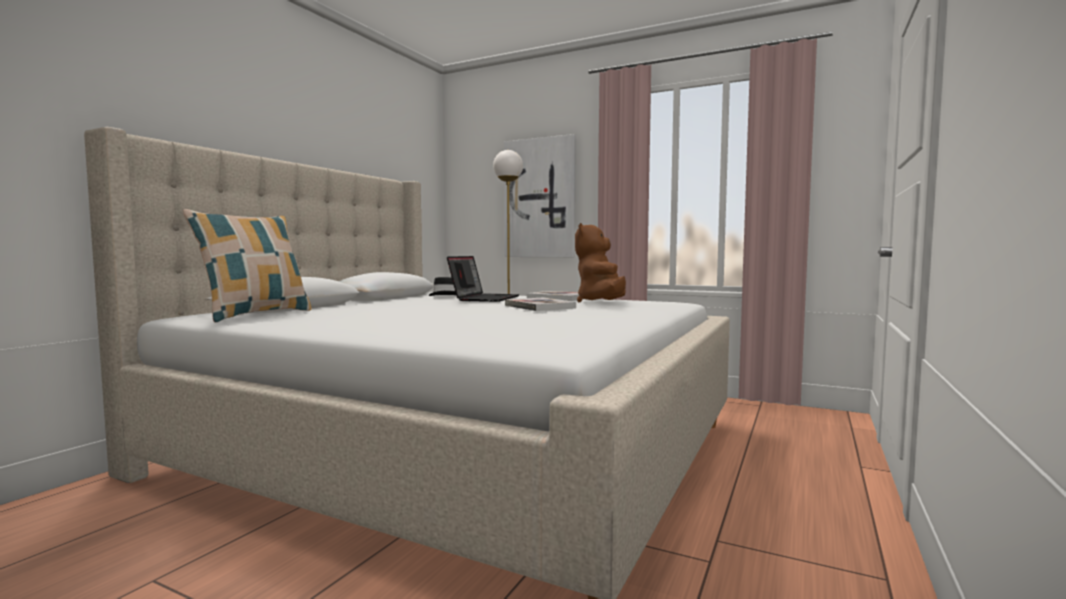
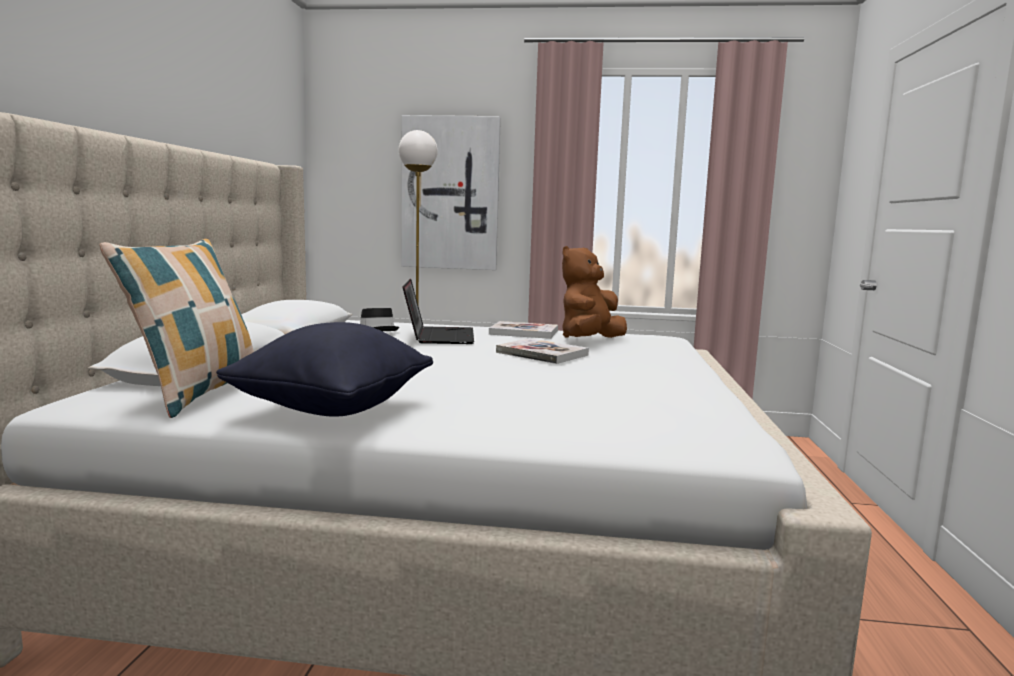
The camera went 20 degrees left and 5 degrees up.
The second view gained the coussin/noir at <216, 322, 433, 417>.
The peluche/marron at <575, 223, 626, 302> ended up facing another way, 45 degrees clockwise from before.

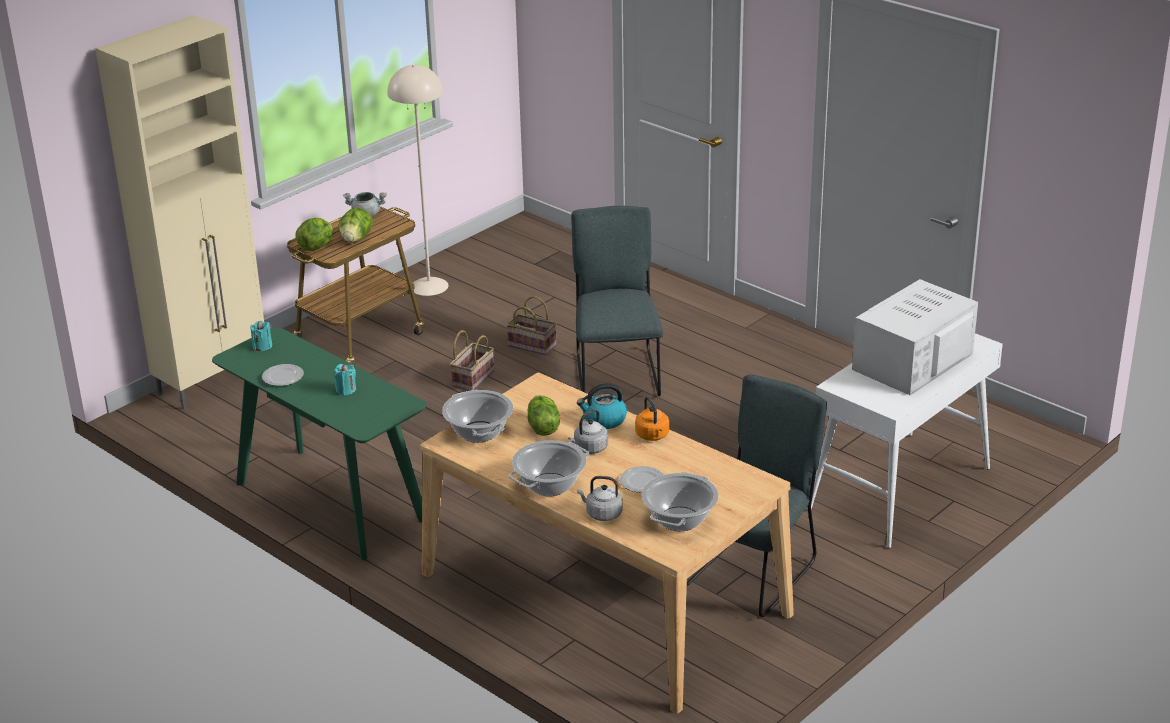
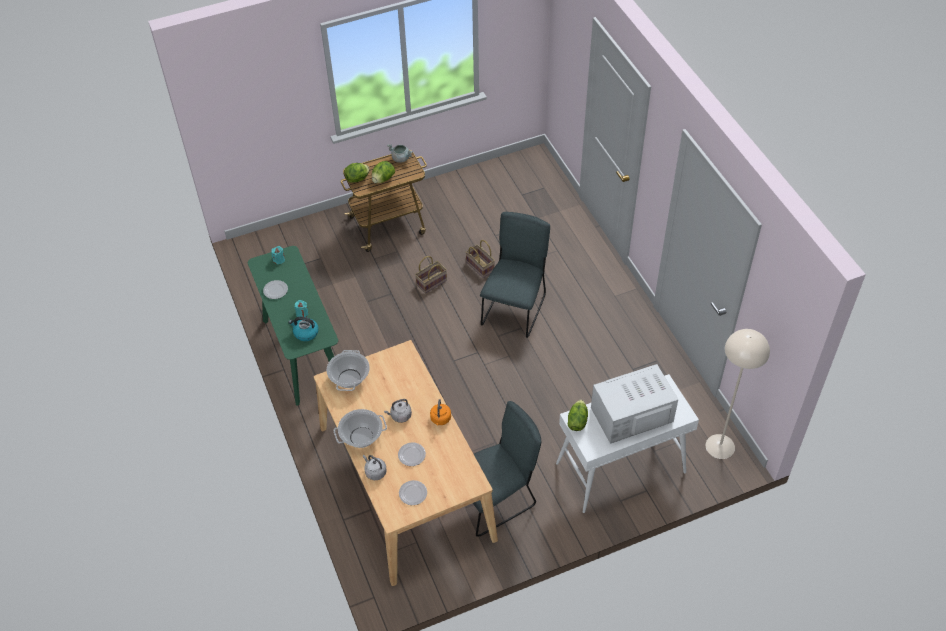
The camera went 25 degrees right and 20 degrees up.
The bouilloire ended up elsewhere, having gone from <577, 383, 627, 429> to <288, 317, 319, 341>.
Where the marmite stood at <641, 472, 718, 531>, the assiette came to stand at <399, 480, 427, 505>.
The laitue ended up elsewhere, having gone from <528, 395, 560, 436> to <568, 400, 588, 431>.
The lampadaire/beige ended up elsewhere, having gone from <387, 65, 449, 296> to <706, 329, 770, 459>.
The second view lost the meuble de rangement/beige at <95, 15, 264, 410>.

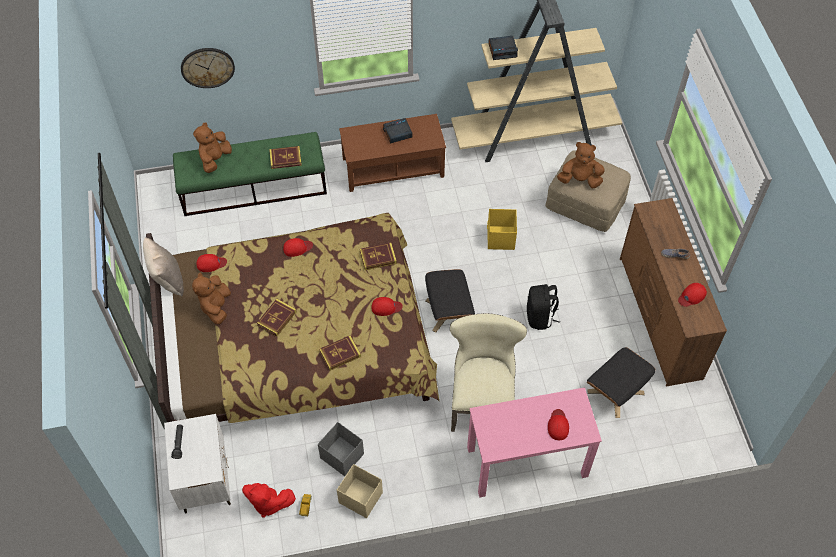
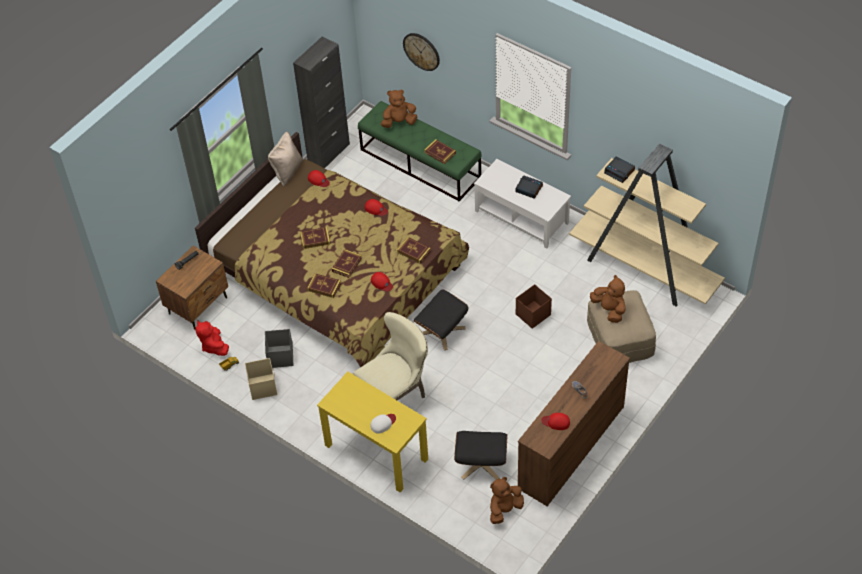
The camera went 50 degrees right and 5 degrees down.
What was the table de chevet/blanc at <164, 414, 231, 513> turned into the table de chevet/marron at <156, 245, 228, 330>.
The second view gained the meuble de rangement/noir at <293, 36, 350, 168>.
What was the bureau/rose at <467, 387, 602, 498> turned into the bureau/jaune at <317, 371, 428, 492>.
The second view gained the livre at <332, 249, 362, 278>.
What was the casquette/rouge at <548, 409, 569, 440> turned into the casquette/blanc at <371, 414, 396, 434>.
What was the table basse/marron at <339, 114, 446, 192> turned into the table basse/blanc at <474, 159, 571, 248>.
The peluche/marron ended up elsewhere, having gone from <192, 273, 231, 324> to <490, 477, 524, 524>.
What was the boîte de rangement/jaune at <487, 209, 517, 250> turned into the boîte de rangement/marron at <516, 284, 552, 329>.
The second view lost the sac à dos/noir at <527, 284, 560, 330>.

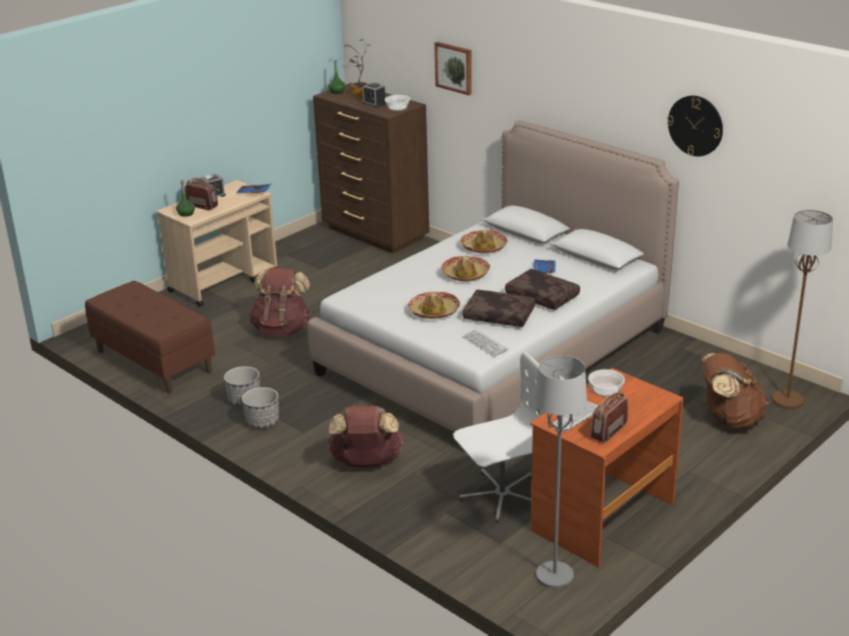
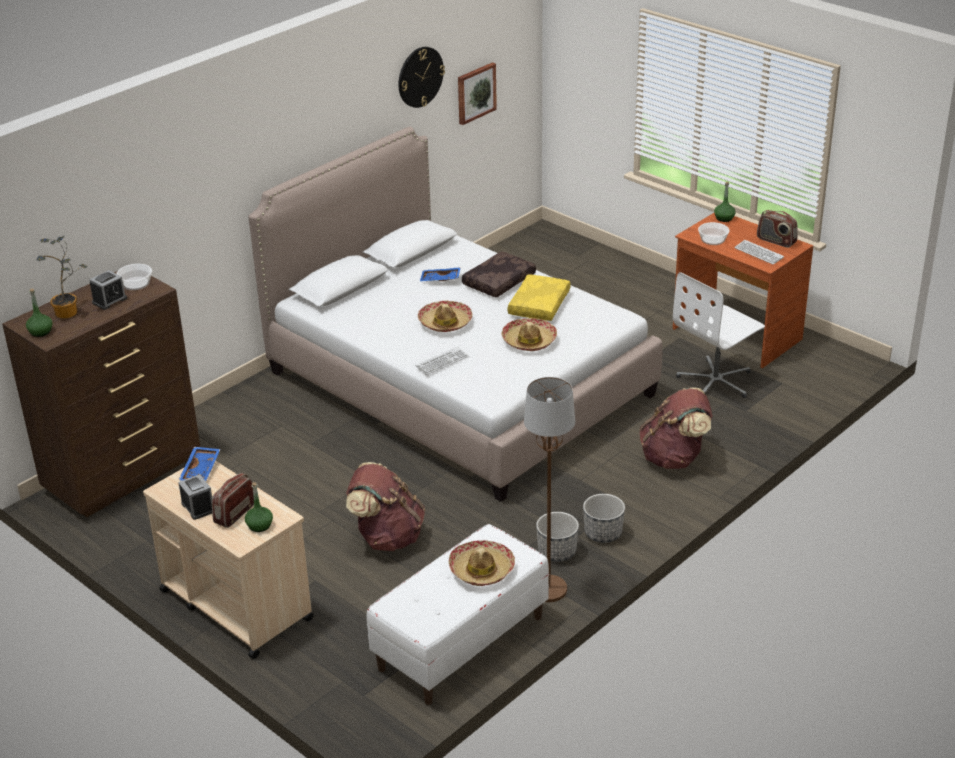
The camera went 90 degrees left and 5 degrees up.
What was the banc/marron at <85, 281, 215, 393> turned into the banc/blanc at <367, 524, 549, 705>.
The clavier ended up elsewhere, having gone from <462, 329, 508, 357> to <415, 346, 469, 375>.
The chapeau ended up elsewhere, having gone from <460, 230, 508, 253> to <449, 540, 515, 586>.
The tableau ended up elsewhere, having gone from <435, 42, 472, 95> to <458, 62, 497, 125>.
What was the coussin/marron at <463, 290, 535, 327> turned into the coussin/jaune at <507, 274, 571, 321>.
The lampadaire/marron ended up elsewhere, having gone from <772, 210, 833, 409> to <524, 377, 575, 602>.
The chaise de bureau/blanc at <453, 352, 545, 523> ended up facing another way, 105 degrees counterclockwise from before.
The second view gained the bouteille/vert at <714, 182, 736, 222>.
The second view lost the lampadaire/gris at <535, 356, 587, 589>.
The second view lost the sac à dos/marron at <702, 353, 768, 428>.

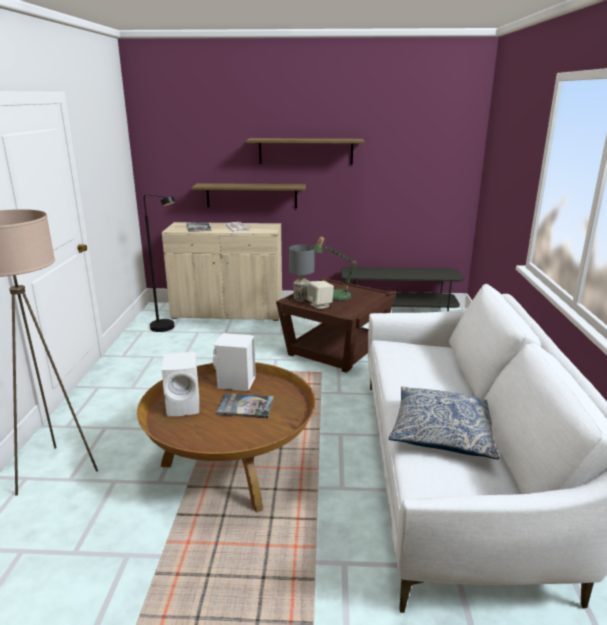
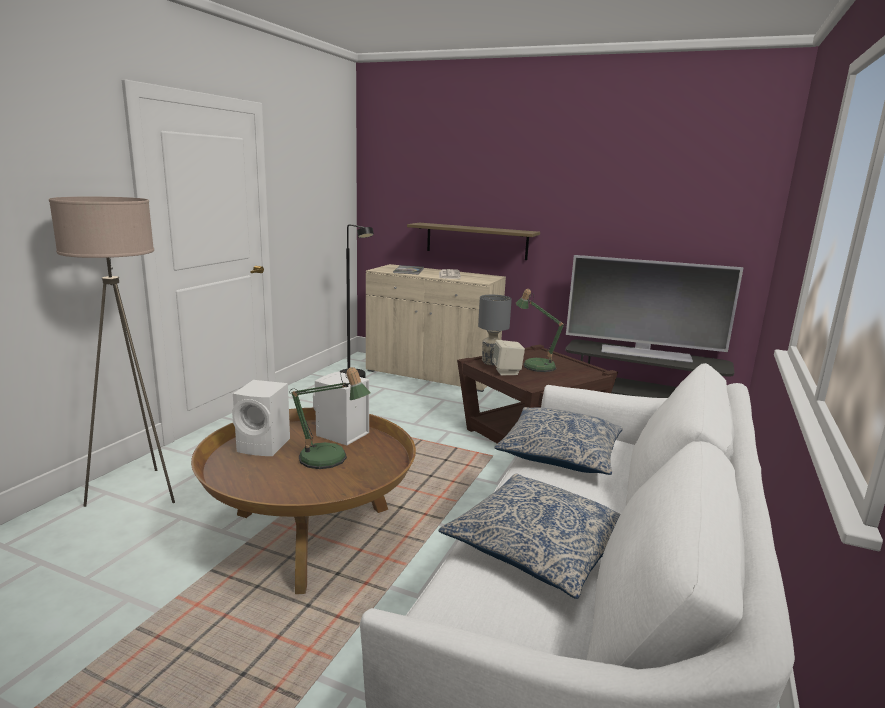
The camera went 20 degrees right and 5 degrees down.
Where the livre stood at <216, 393, 274, 418>, the lampe de table came to stand at <289, 367, 371, 469>.
The second view gained the coussin at <494, 407, 623, 475>.
The second view gained the téléviseur at <566, 255, 744, 363>.
The second view lost the étagère at <246, 138, 364, 165>.

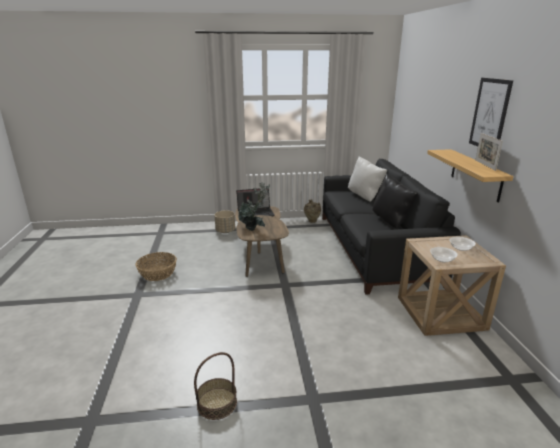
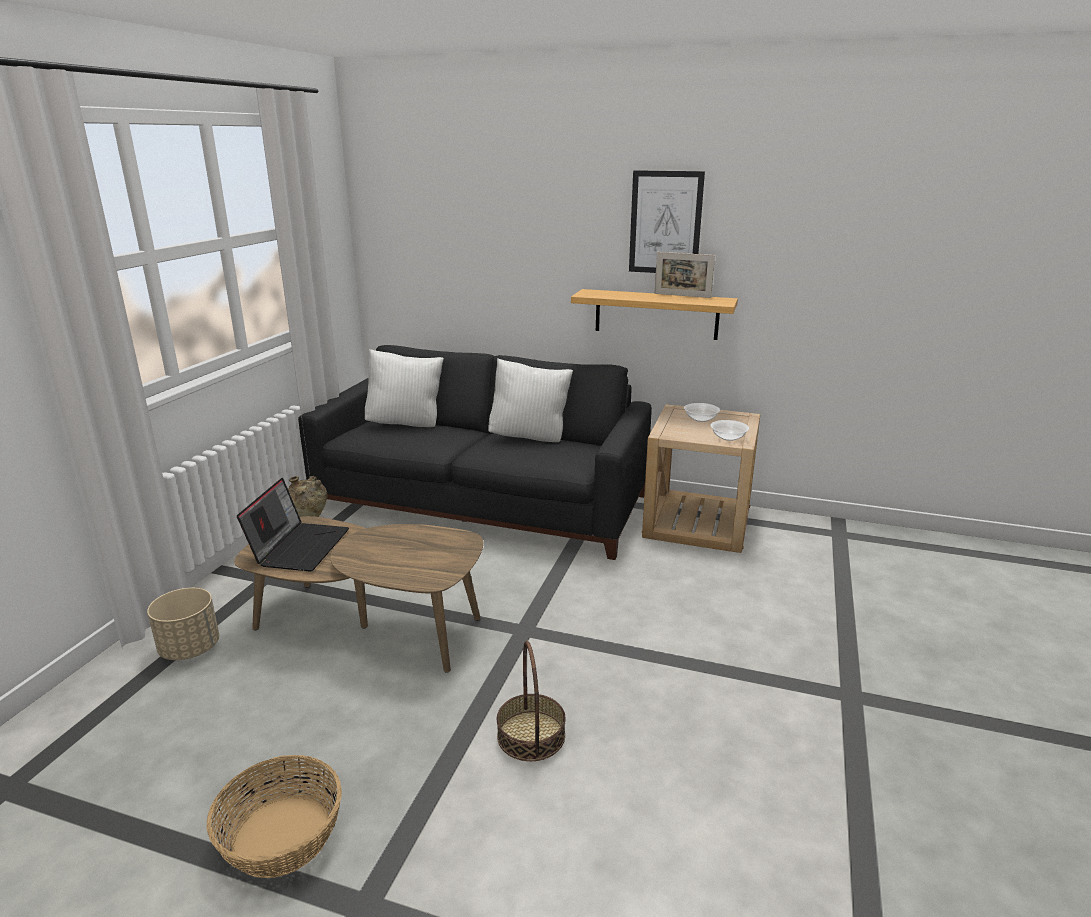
The camera went 65 degrees left and 0 degrees up.
What was the coussin/noir at <372, 174, 418, 229> turned into the coussin/blanc at <488, 358, 573, 442>.
The panier ended up elsewhere, having gone from <194, 352, 237, 420> to <497, 641, 566, 761>.
The second view lost the plante en pot at <238, 183, 270, 231>.

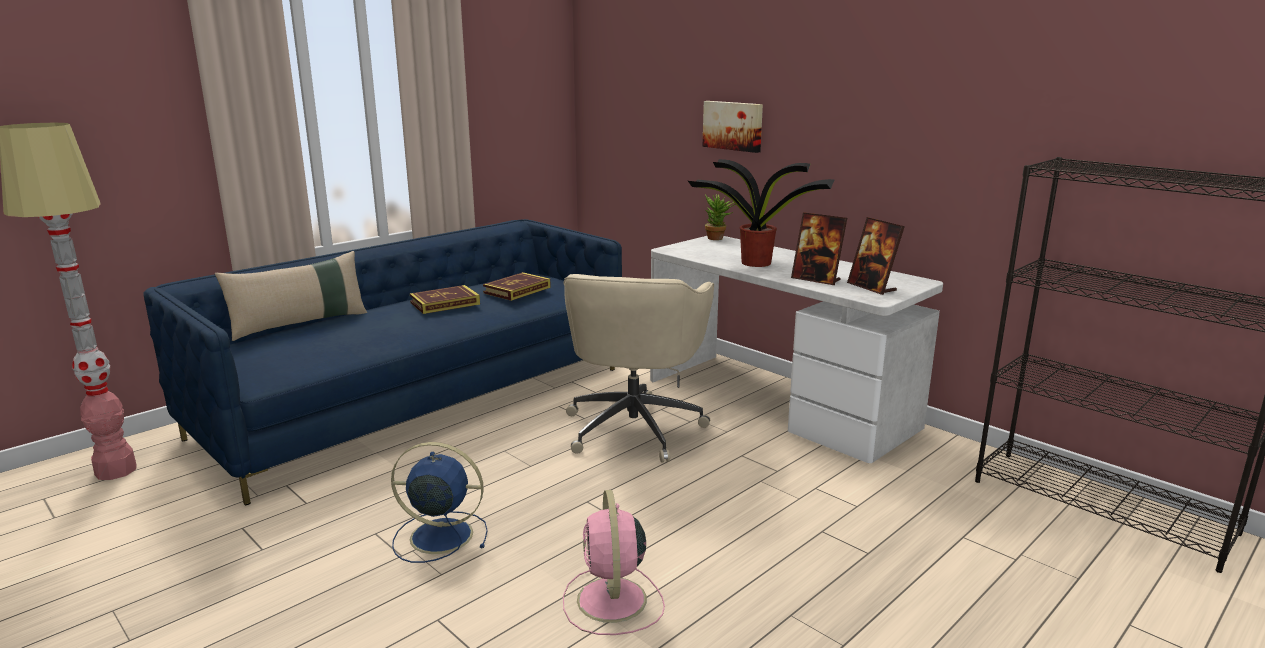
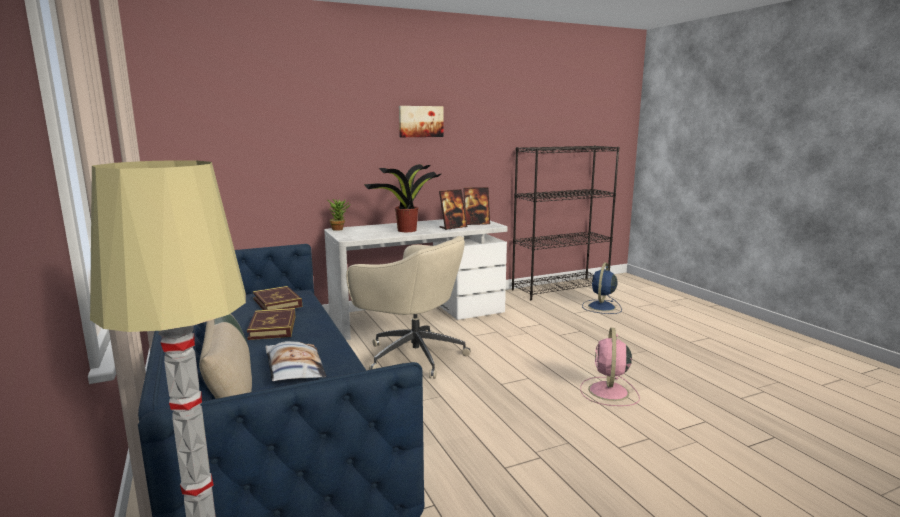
The camera went 70 degrees left and 5 degrees down.
The second view gained the coussin at <266, 341, 326, 381>.
The tableau ended up elsewhere, having gone from <702, 101, 763, 153> to <399, 106, 444, 137>.
The ventilateur/rose at <563, 490, 665, 635> ended up facing another way, 90 degrees clockwise from before.
The ventilateur/bleu ended up elsewhere, having gone from <391, 442, 488, 563> to <582, 263, 622, 314>.

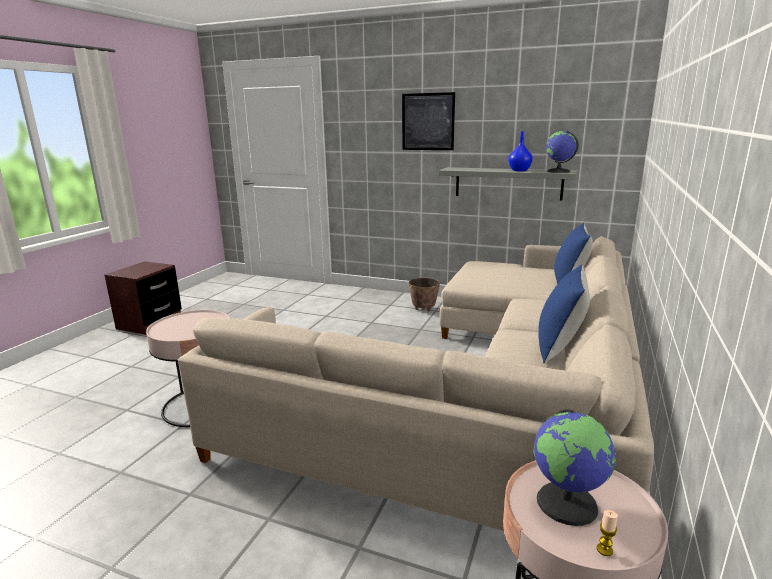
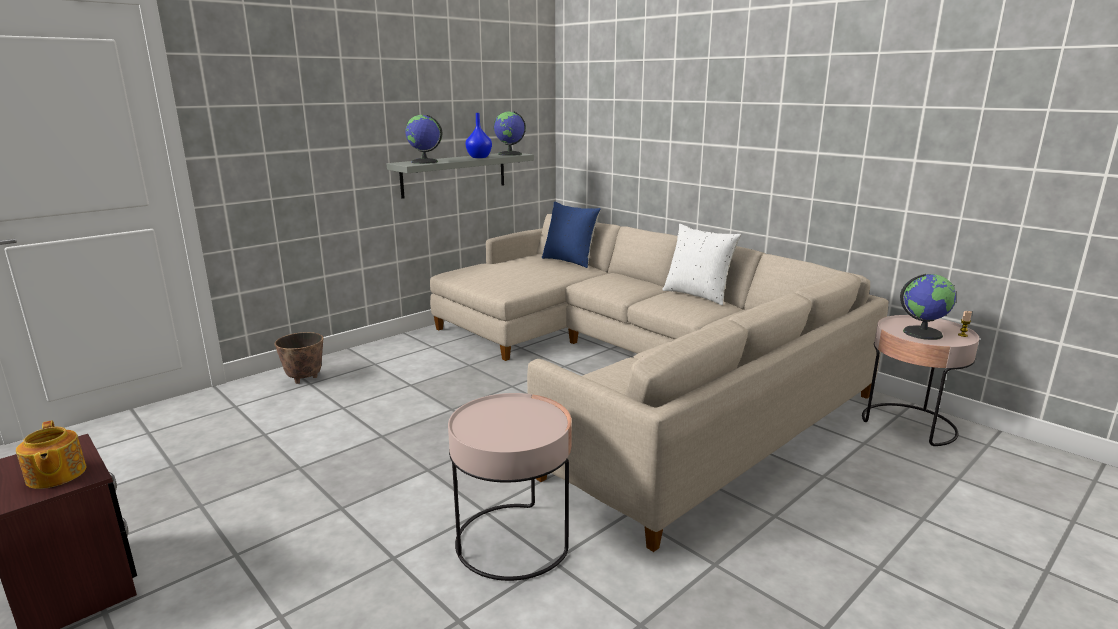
The camera went 65 degrees left and 0 degrees up.
The second view gained the théière at <16, 421, 86, 489>.
The cache-pot ended up elsewhere, having gone from <409, 278, 440, 311> to <274, 332, 323, 384>.
The second view gained the globe at <405, 115, 442, 164>.
What was the coussin/bleu at <538, 265, 590, 364> turned into the coussin/blanc at <662, 224, 741, 305>.
The second view lost the tableau at <402, 92, 455, 150>.

